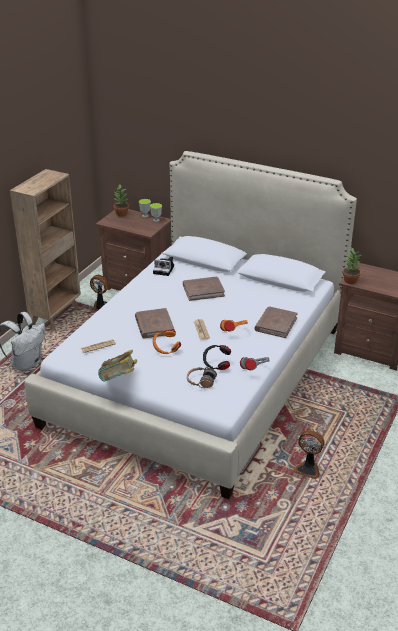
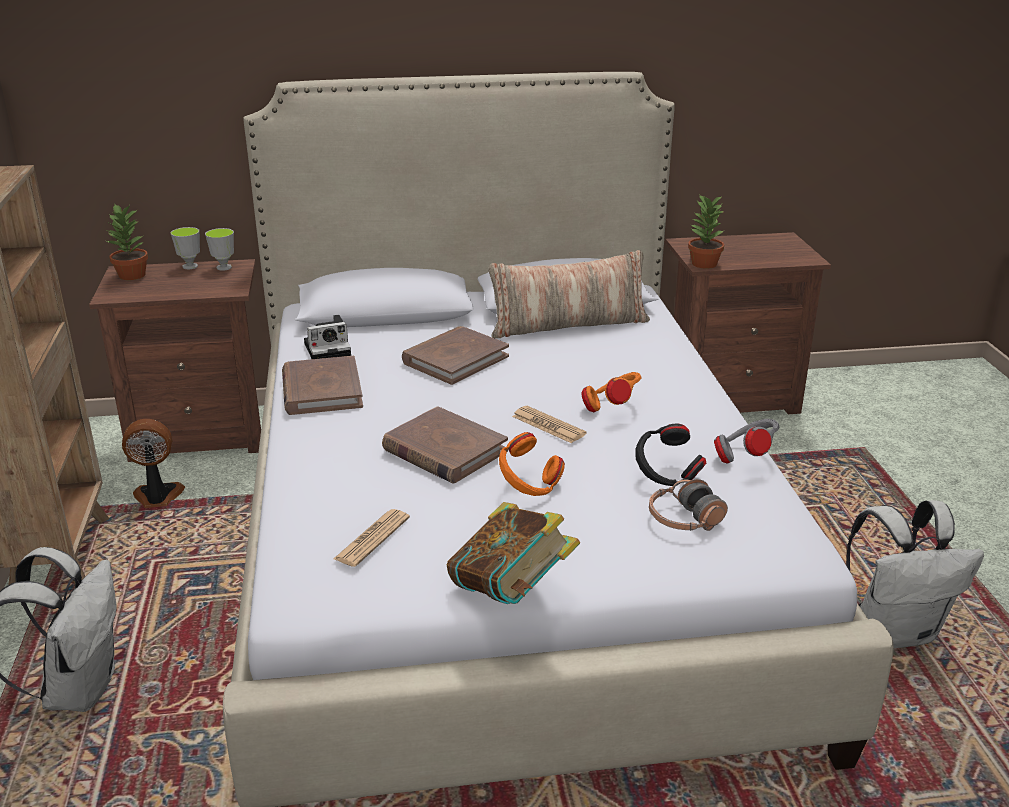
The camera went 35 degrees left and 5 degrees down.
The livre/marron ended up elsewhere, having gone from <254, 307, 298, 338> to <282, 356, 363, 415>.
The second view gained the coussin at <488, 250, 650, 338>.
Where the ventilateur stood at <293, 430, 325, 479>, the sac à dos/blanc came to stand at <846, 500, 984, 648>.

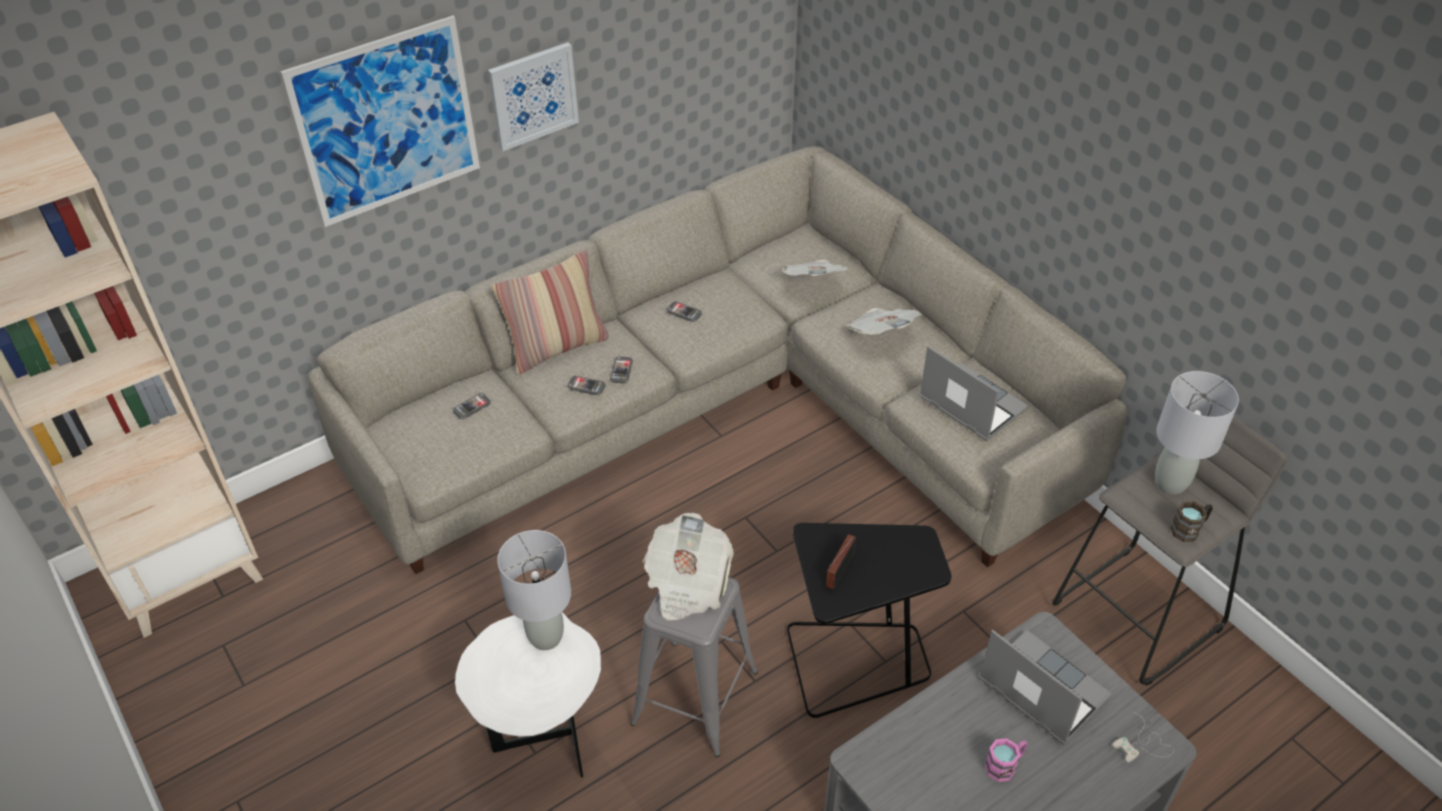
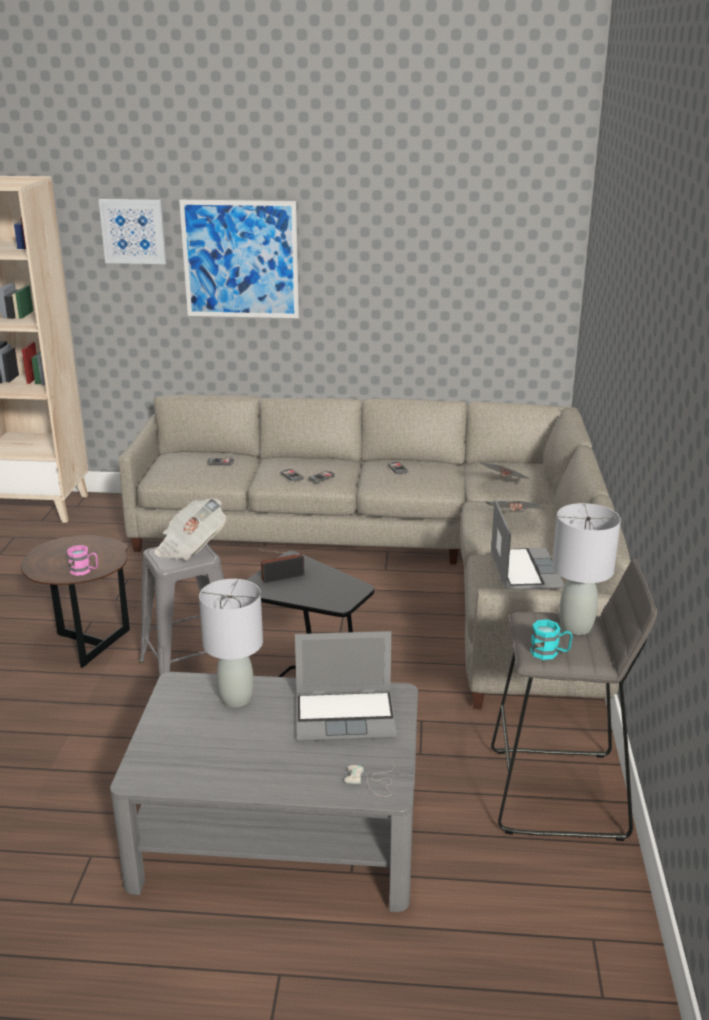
The camera went 40 degrees right and 20 degrees down.
What was the table d'appoint/blanc at <455, 612, 601, 778> turned into the table d'appoint/marron at <20, 535, 130, 668>.
The mug/rose ended up elsewhere, having gone from <985, 738, 1028, 782> to <67, 545, 98, 576>.
The tableau ended up elsewhere, having gone from <488, 42, 579, 151> to <99, 199, 167, 264>.
The lampe de table/gris ended up elsewhere, having gone from <497, 530, 571, 650> to <199, 579, 263, 707>.
The ordinateur portable at <979, 629, 1112, 745> ended up facing another way, 90 degrees clockwise from before.
What was the mug/marron at <1170, 501, 1213, 542> turned into the mug/turquoise at <530, 619, 573, 660>.
The second view lost the coussin at <492, 250, 609, 375>.

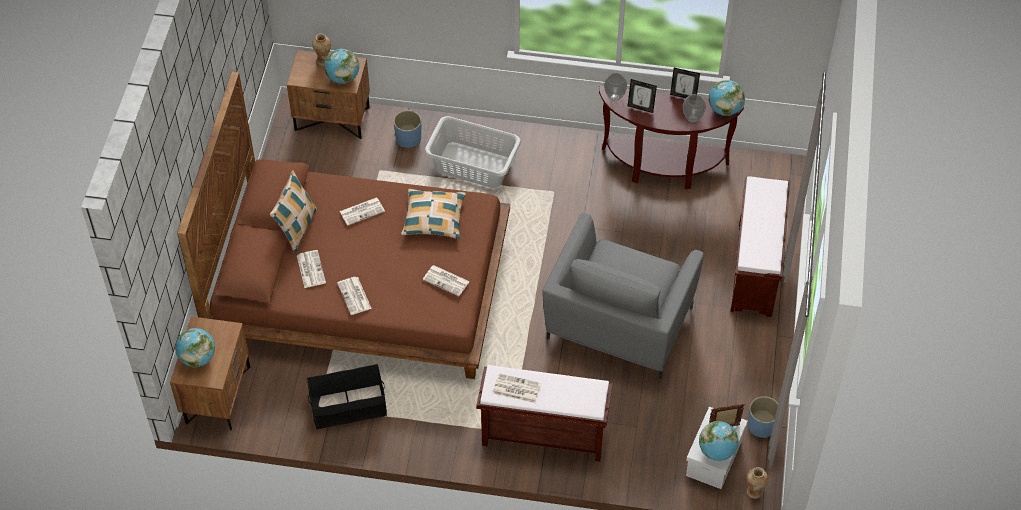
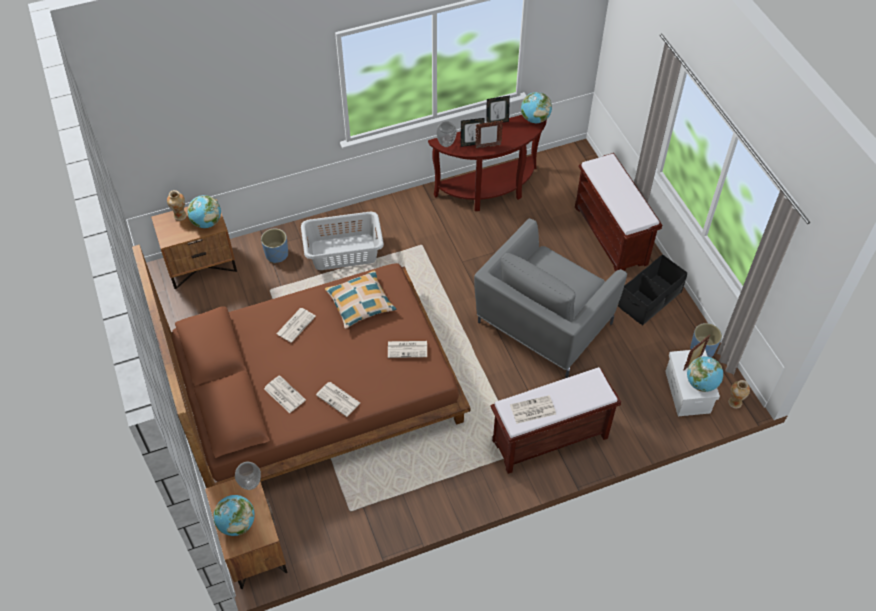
The camera went 30 degrees left and 0 degrees up.
The vase ended up elsewhere, having gone from <683, 94, 706, 123> to <235, 462, 261, 490>.
The fauteuil/gris at <543, 213, 704, 379> ended up facing another way, 45 degrees clockwise from before.
The second view gained the cadre photo at <475, 120, 503, 149>.
The boîte de rangement/noir ended up elsewhere, having gone from <307, 364, 387, 430> to <618, 254, 687, 326>.
The second view lost the coussin at <270, 170, 317, 253>.

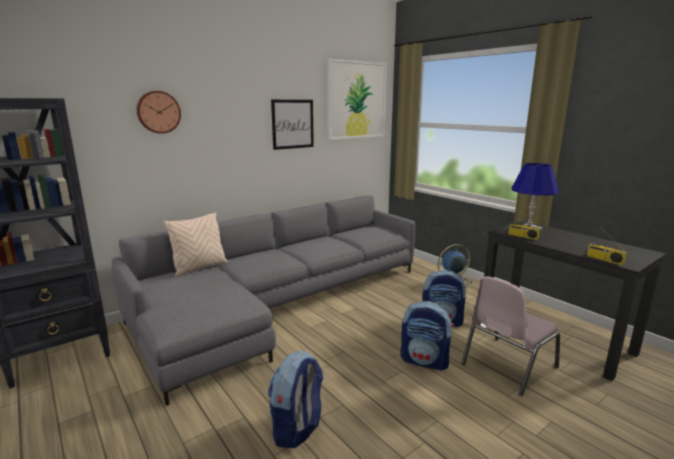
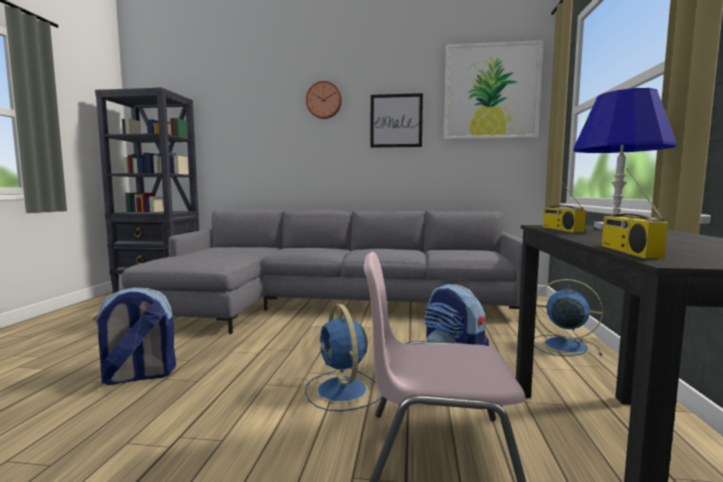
The camera went 45 degrees right and 10 degrees down.
Where the sac à dos stood at <400, 301, 454, 371>, the ventilateur/bleu came to stand at <305, 304, 382, 411>.
The horloge murale ended up elsewhere, having gone from <137, 91, 181, 134> to <306, 81, 342, 119>.
The second view lost the coussin/beige at <163, 212, 228, 277>.

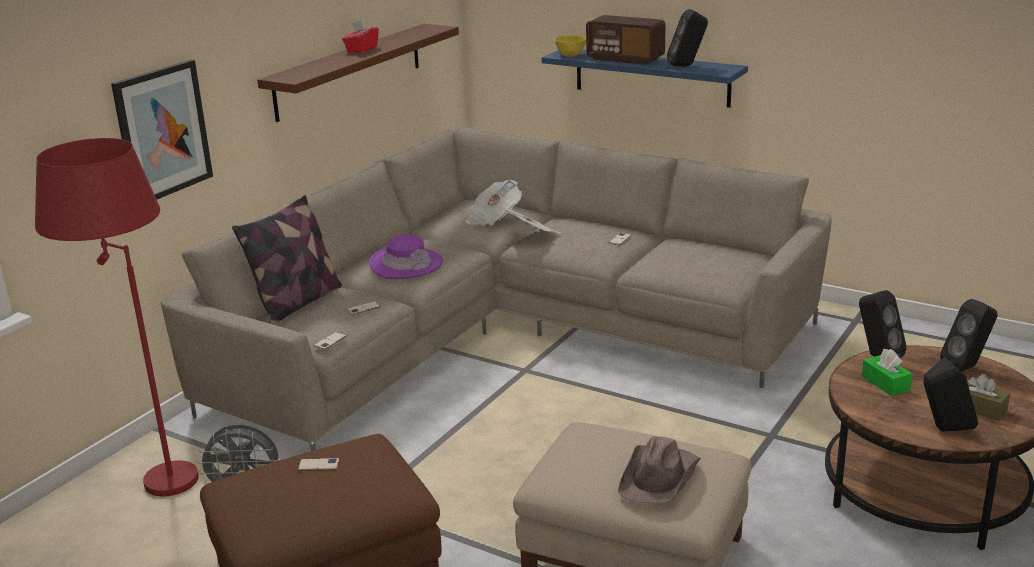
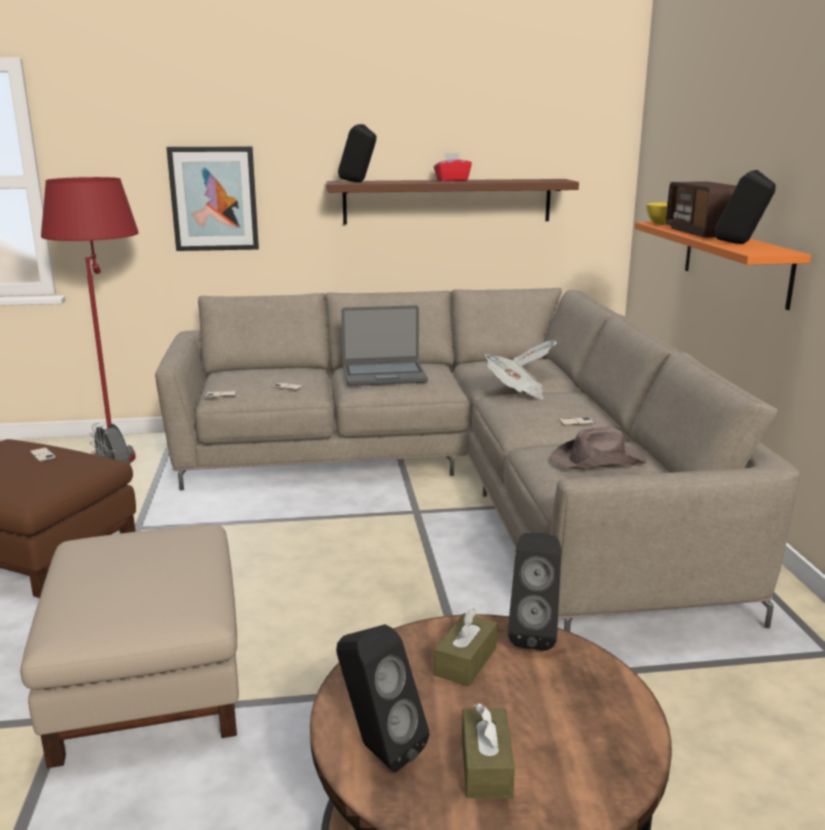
The camera went 50 degrees right and 5 degrees down.
The enceinte/noir ended up elsewhere, having gone from <940, 299, 998, 372> to <338, 124, 376, 182>.
Where the chapeau/violet stood at <369, 234, 443, 279>, the ordinateur portable came to stand at <341, 305, 428, 386>.
What was the boîte à mouchoirs/vert at <862, 349, 912, 396> turned into the boîte à mouchoirs/marron at <434, 607, 497, 687>.
The chapeau/marron ended up elsewhere, having gone from <618, 436, 701, 504> to <550, 426, 646, 469>.
What was the étagère/bleu at <542, 50, 748, 108> turned into the étagère/orange at <635, 222, 811, 310>.
The second view lost the coussin at <232, 195, 342, 325>.

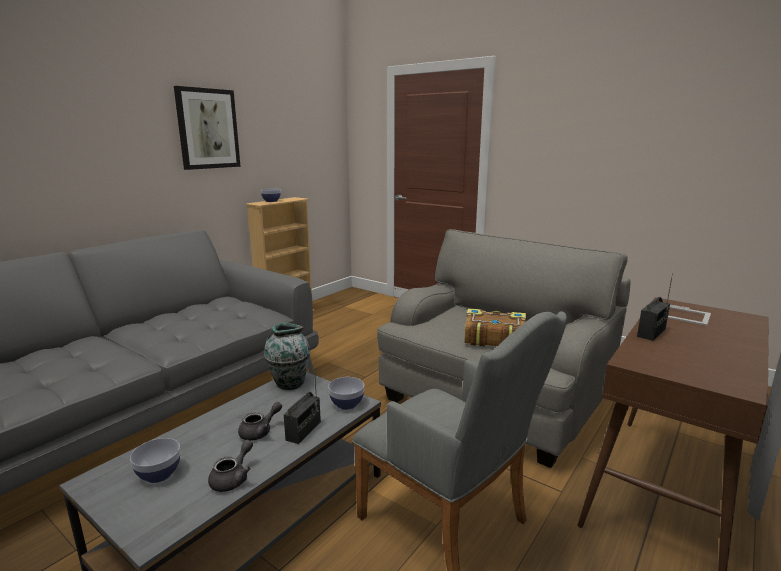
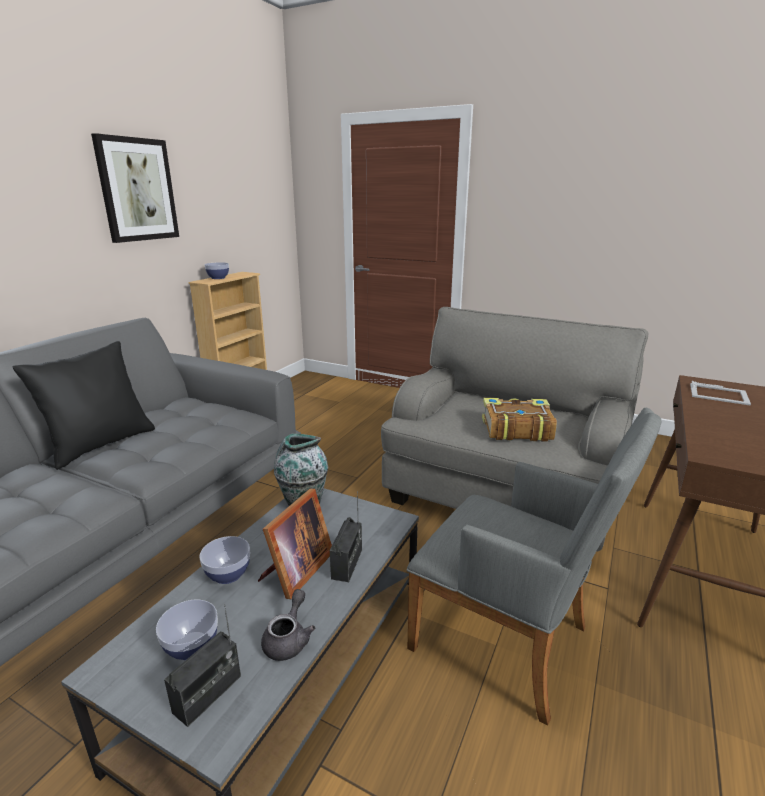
The camera went 10 degrees left and 5 degrees up.
The second view gained the coussin/noir at <13, 341, 155, 470>.
The radio ended up elsewhere, having gone from <637, 273, 673, 341> to <164, 604, 241, 727>.
The bol ended up elsewhere, having gone from <328, 377, 364, 410> to <199, 536, 250, 584>.
Where the théière/gris stood at <238, 402, 282, 441>, the cadre photo came to stand at <258, 488, 332, 599>.

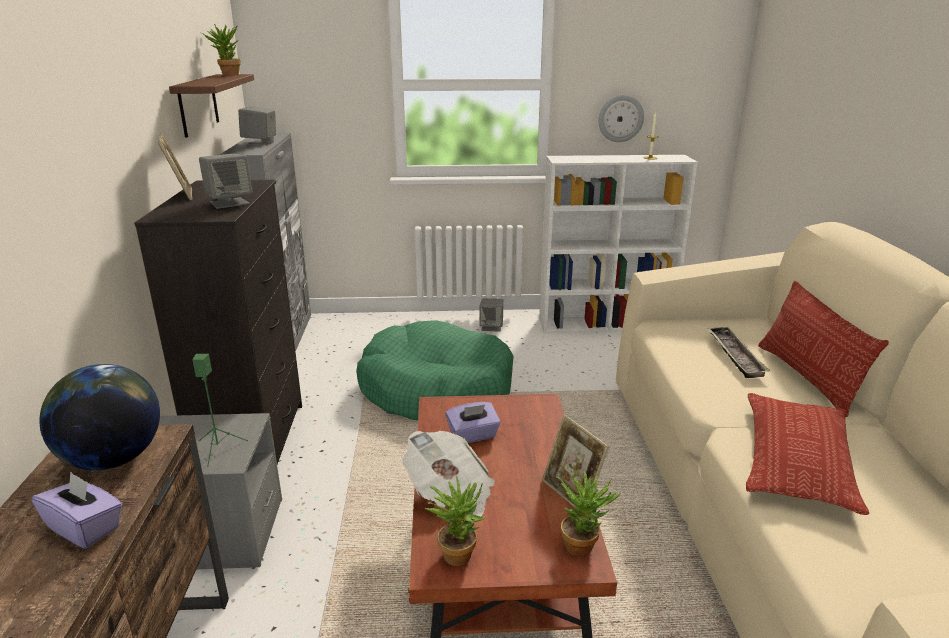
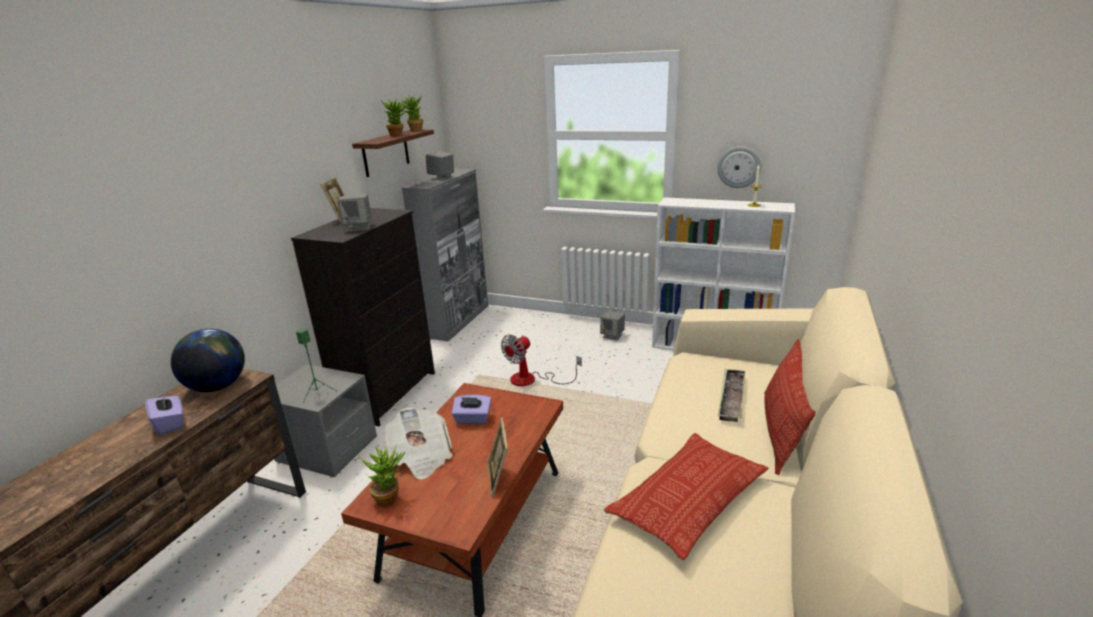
The camera went 25 degrees right and 0 degrees up.
The plante en pot ended up elsewhere, having gone from <557, 472, 621, 557> to <381, 99, 408, 136>.
Where the panier pour chien/vert stood at <356, 320, 514, 420>, the ventilateur came to stand at <501, 334, 582, 386>.

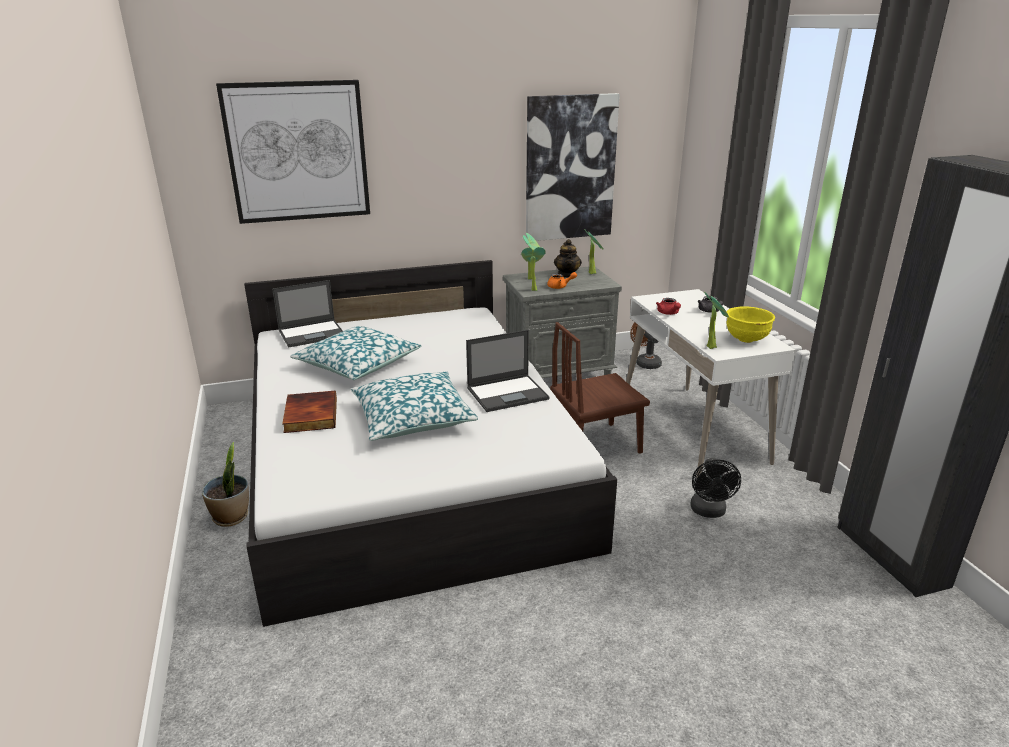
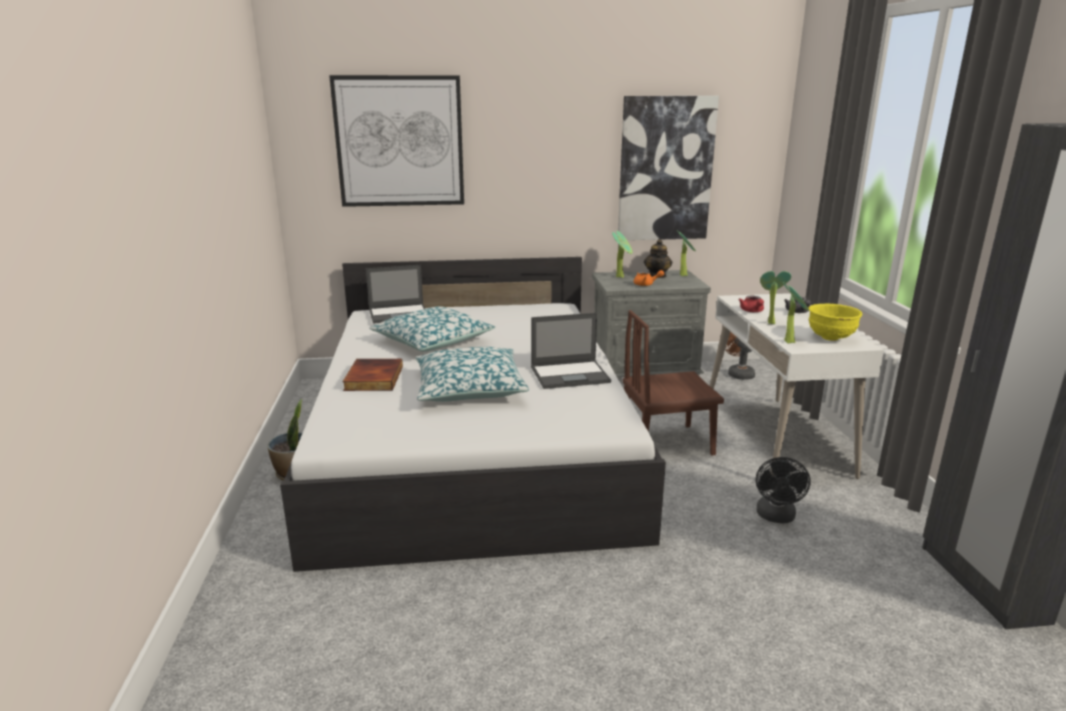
The camera went 10 degrees right and 5 degrees down.
The plante en pot ended up elsewhere, having gone from <521, 247, 546, 291> to <760, 271, 791, 324>.

